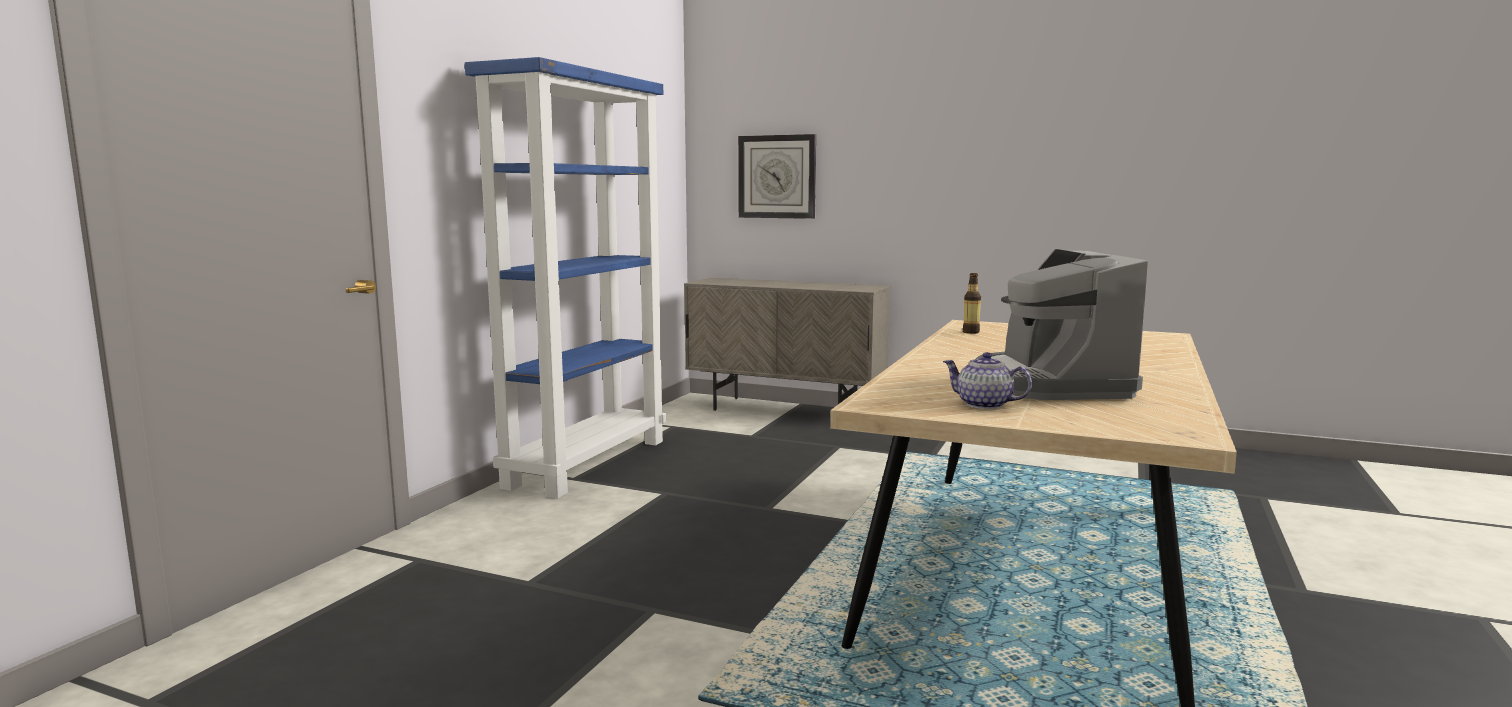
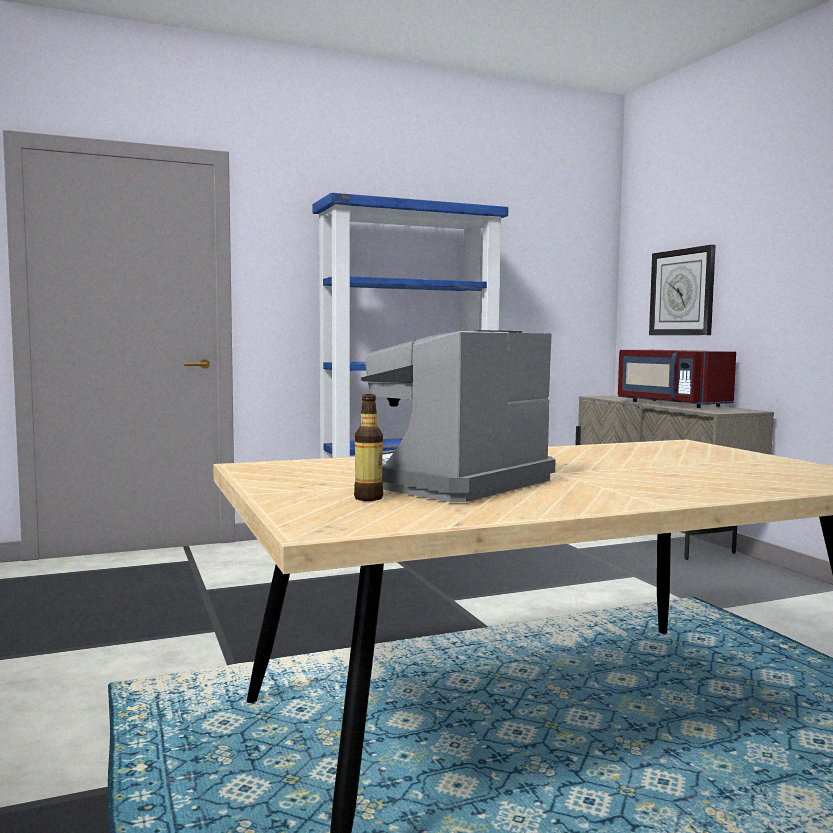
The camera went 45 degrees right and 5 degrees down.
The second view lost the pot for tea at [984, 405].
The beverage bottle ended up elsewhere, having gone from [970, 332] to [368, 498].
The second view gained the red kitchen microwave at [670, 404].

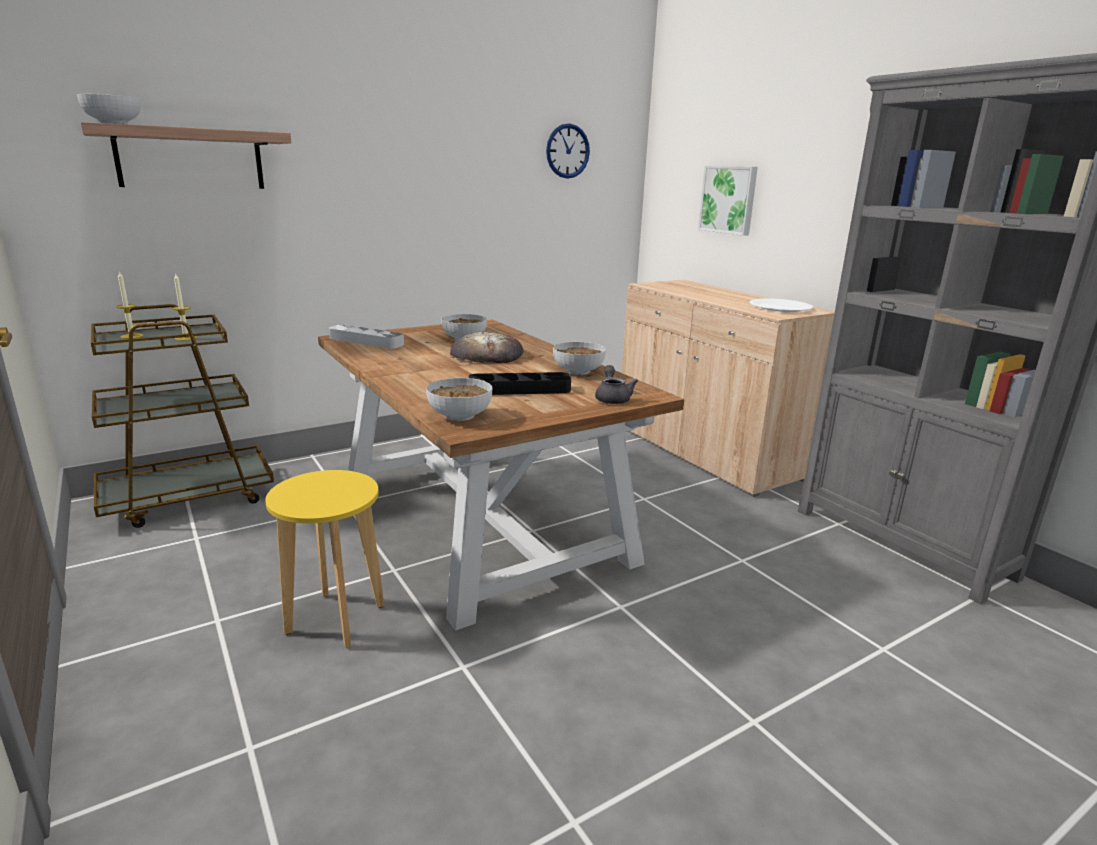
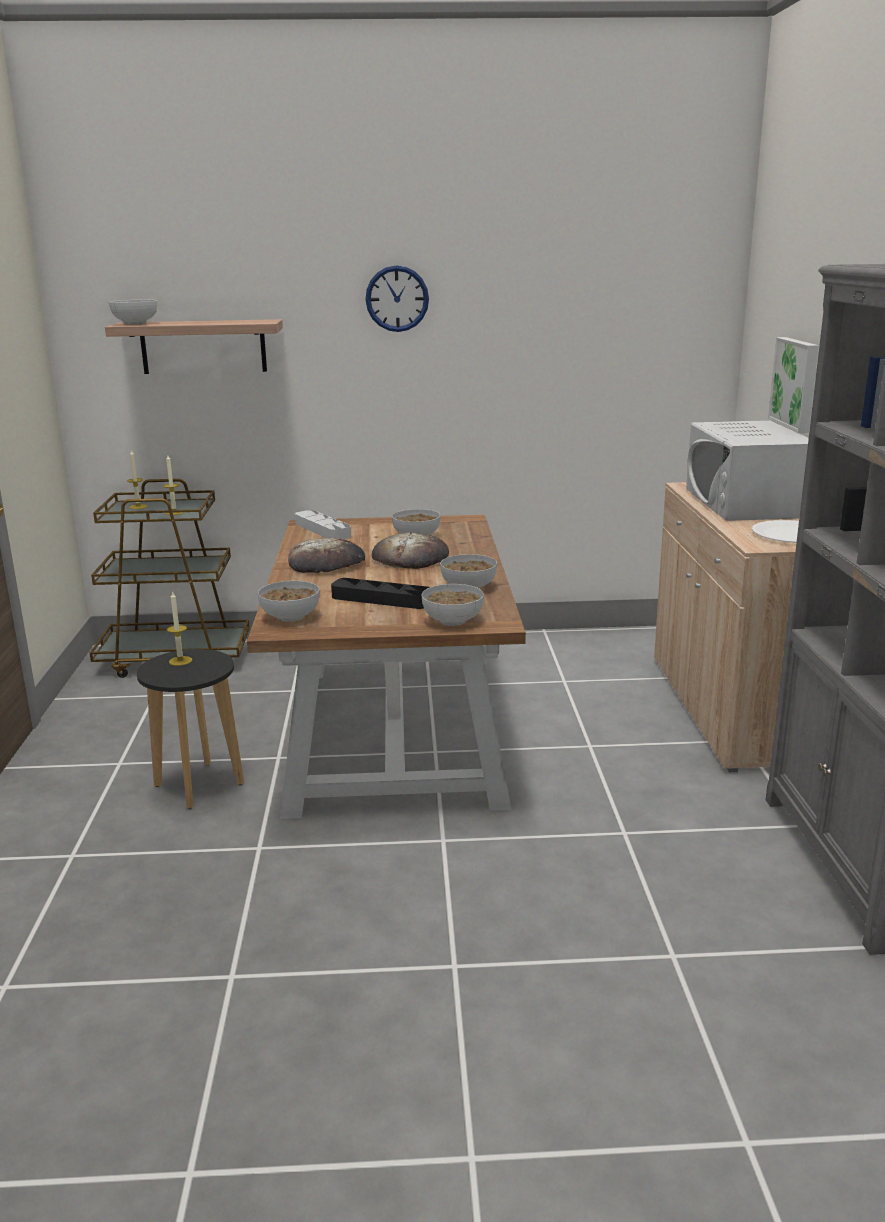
The camera went 30 degrees right and 0 degrees up.
What was the yellow-coloured stool at [335, 619] turned into the blackish stool at [198, 785].
The wall clock ended up elsewhere, having gone from [567, 151] to [397, 299].
Where the gray pot for tea stood at [612, 398], the serving bowl came to stand at [452, 621].
The second view gained the wax candle at [180, 661].
The second view gained the baked bread at [327, 563].
The second view gained the white-coloured kitchen microwave at [745, 503].

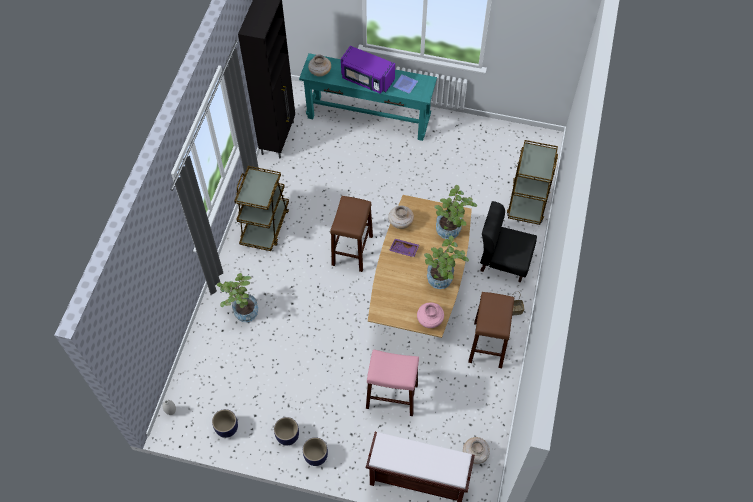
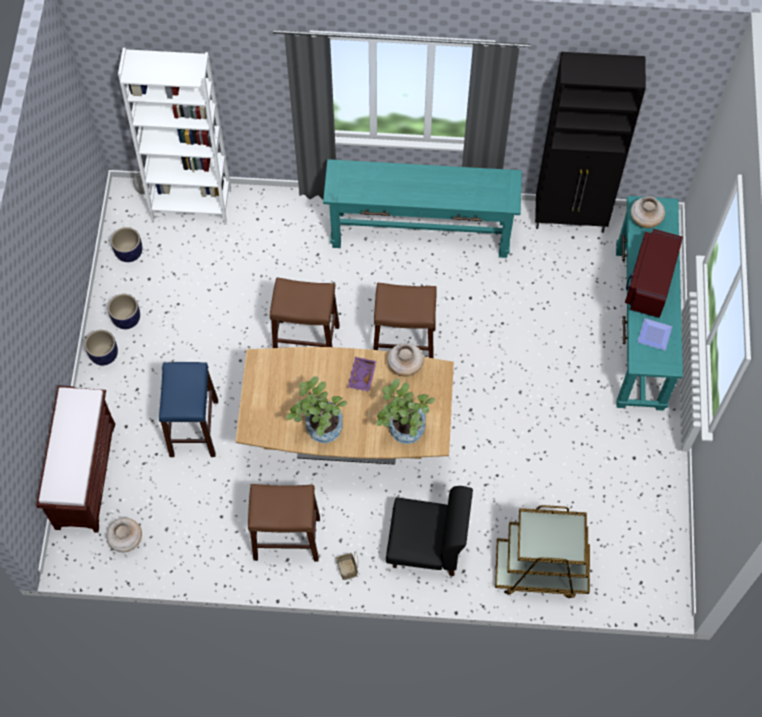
The camera went 80 degrees right and 5 degrees up.
The second view lost the plant in a pot at [242, 311].
Where the brownish wheeled cart stood at [265, 226], the blue-green narrow table came to stand at [420, 233].
What was the purplish kitchen microwave at [367, 79] turned into the red kitchen microwave at [649, 282].
What was the pinkish stool at [391, 396] turned into the blue-coloured stool at [194, 428].
The second view lost the pinkish decorative vase at [429, 320].
The blackish upright chair at [504, 261] ended up facing another way, 90 degrees clockwise from before.
The second view gained the white-coloured shelving unit at [191, 204].
The second view gained the brownish stool at [306, 341].

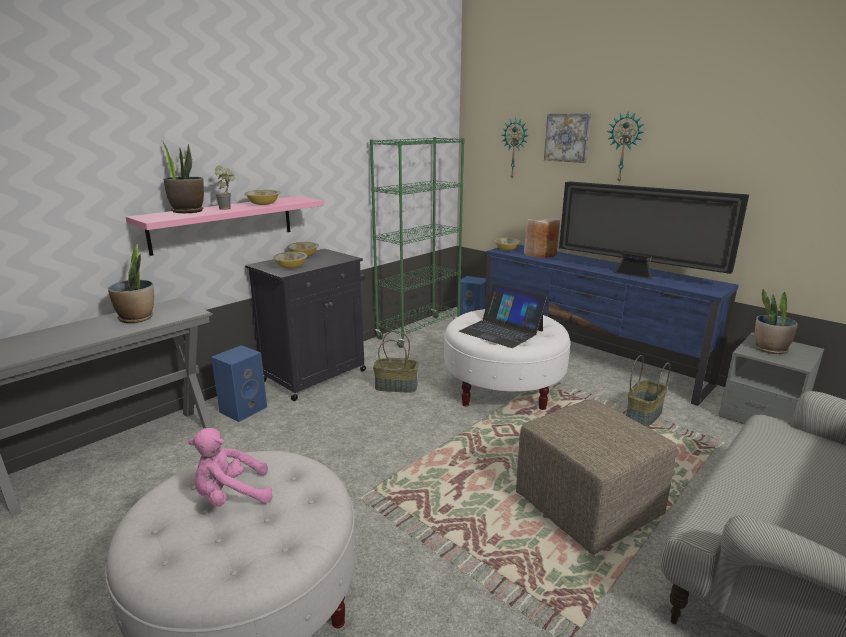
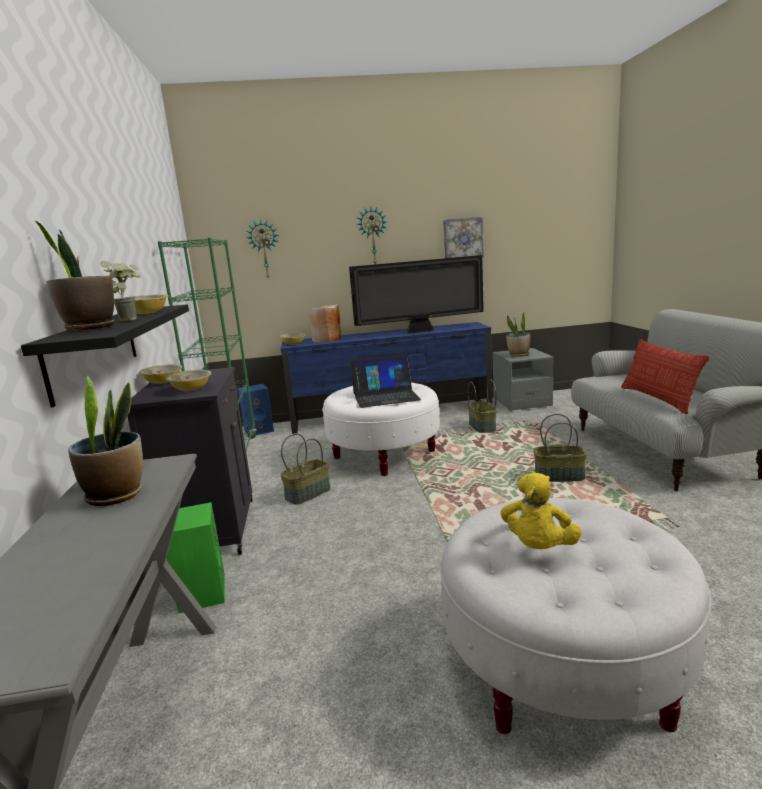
The camera went 50 degrees left and 5 degrees down.
What was the pinkish wall shelf at [223, 224] turned into the blackish wall shelf at [95, 350].
What was the pinkish cuddly toy at [231, 497] turned into the yellow-coloured cuddly toy at [538, 547].
What was the blue-coloured audio speaker at [243, 409] turned into the greenish audio speaker at [201, 592].
Where the sand-coloured pouffe stood at [589, 508], the storage basket came to stand at [559, 476].
The picture ended up elsewhere, having gone from [568, 137] to [462, 239].
The second view gained the cushion at [658, 399].

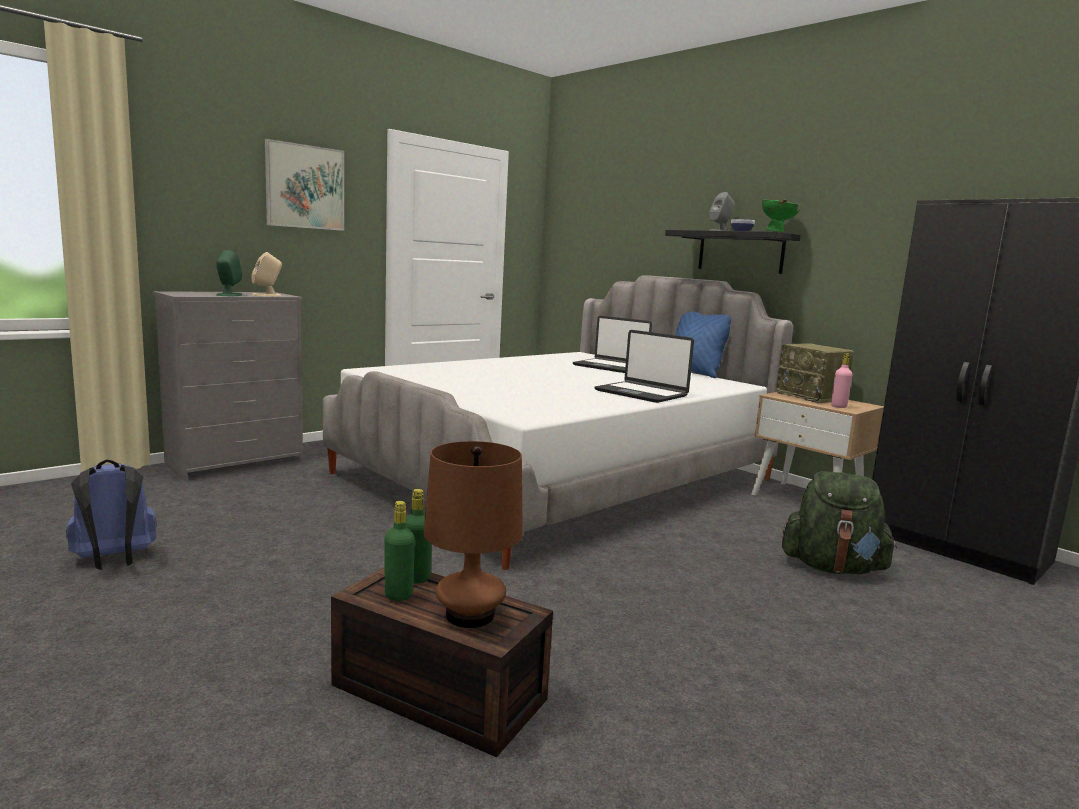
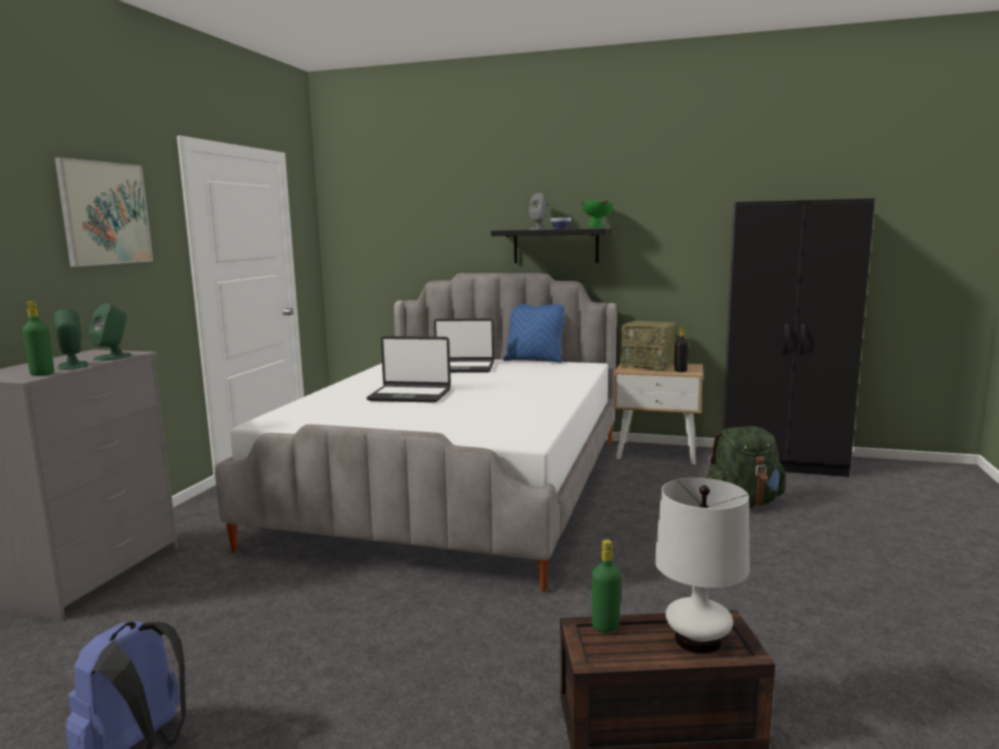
The camera went 30 degrees left and 0 degrees up.
What was the sand-coloured audio speaker at [267, 295] turned into the greenish audio speaker at [113, 357].
The greenish beverage bottle ended up elsewhere, having gone from [398, 595] to [42, 374].
What was the brownish table lamp at [470, 615] turned into the white-coloured table lamp at [698, 640].
The notebook computer ended up elsewhere, having gone from [641, 393] to [410, 395].
What was the pinkish beverage bottle at [838, 406] turned into the blackish beverage bottle at [680, 371].

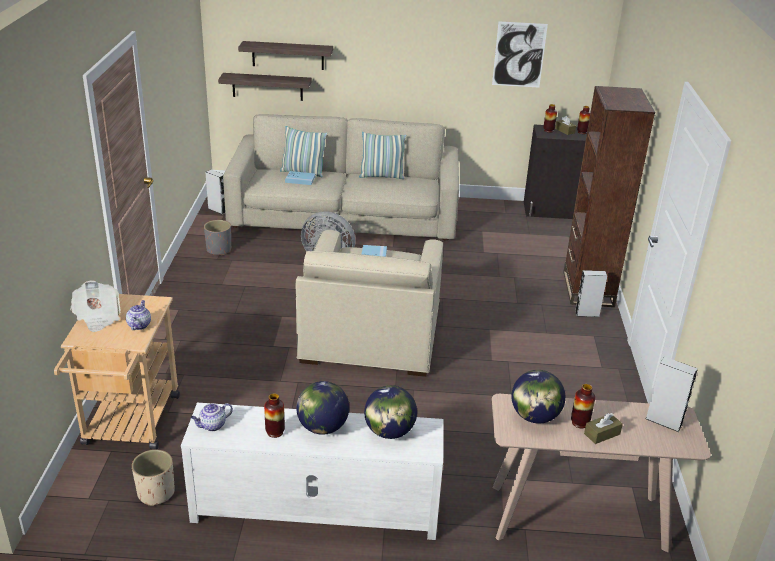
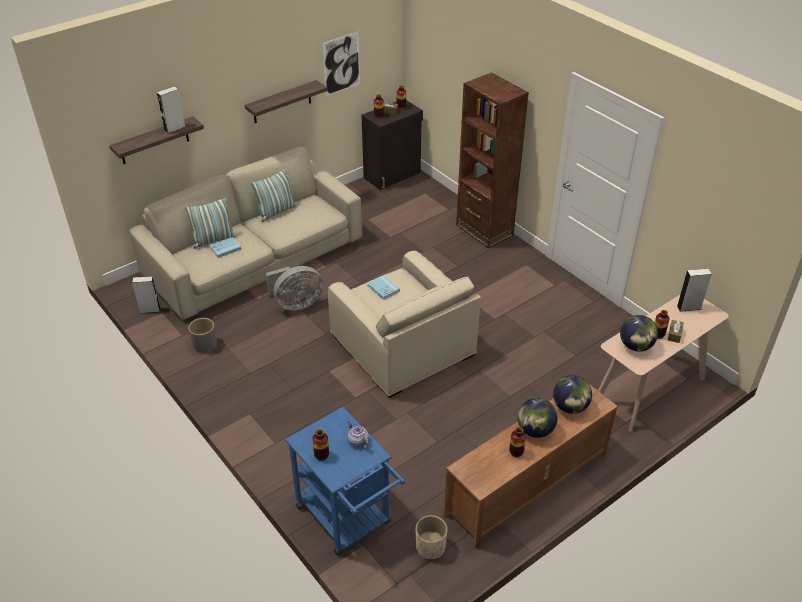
The camera went 40 degrees left and 10 degrees up.
What was the sand-coloured wheeled cart at [129, 426] turned into the blue-coloured wheeled cart at [348, 520].
Where the daily paper stood at [97, 317], the decorative vase came to stand at [321, 455].
What was the white-coloured tv stand at [315, 507] turned into the brownish tv stand at [526, 484].
The second view lost the pot for tea at [212, 426].
The wall shelf ended up elsewhere, having gone from [267, 86] to [282, 102].
The gray audio speaker ended up elsewhere, having gone from [587, 314] to [174, 128].

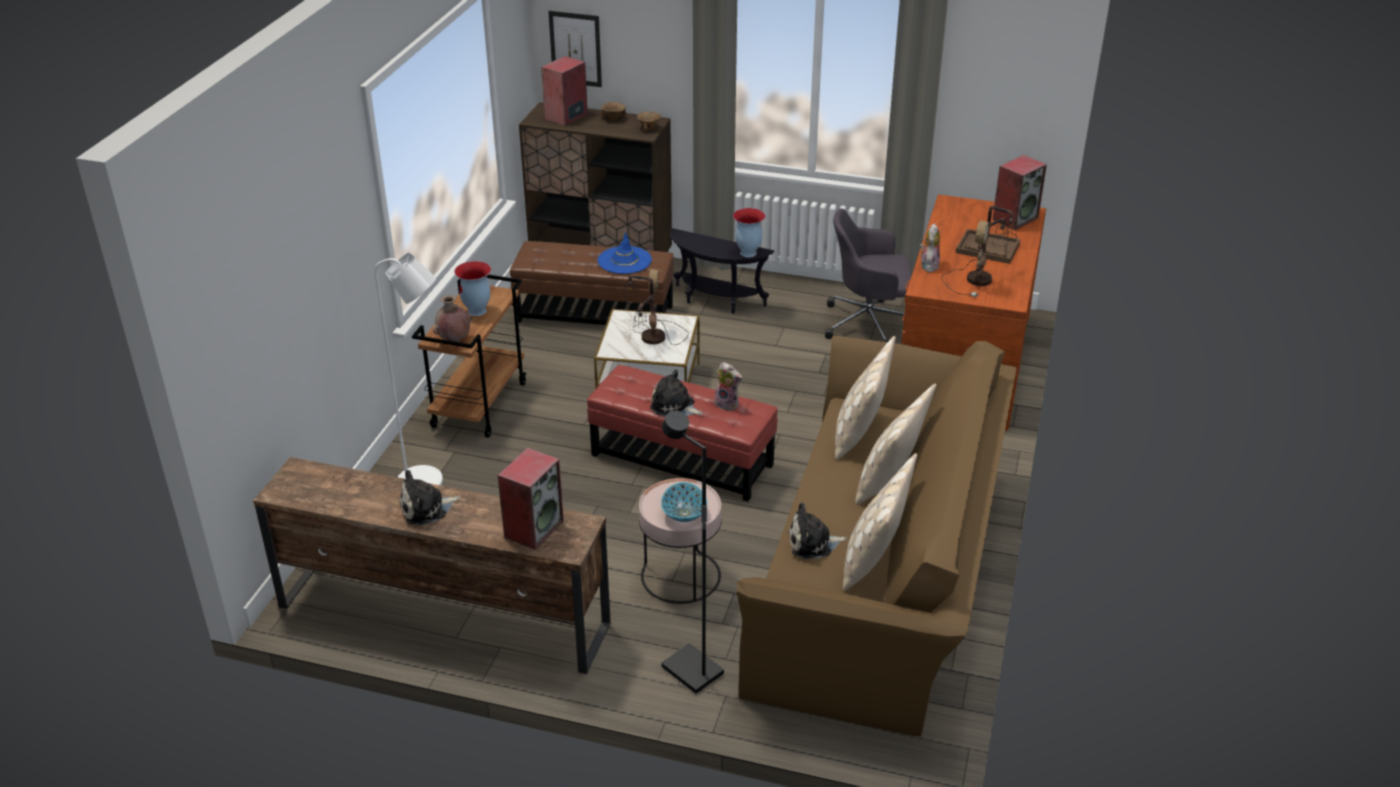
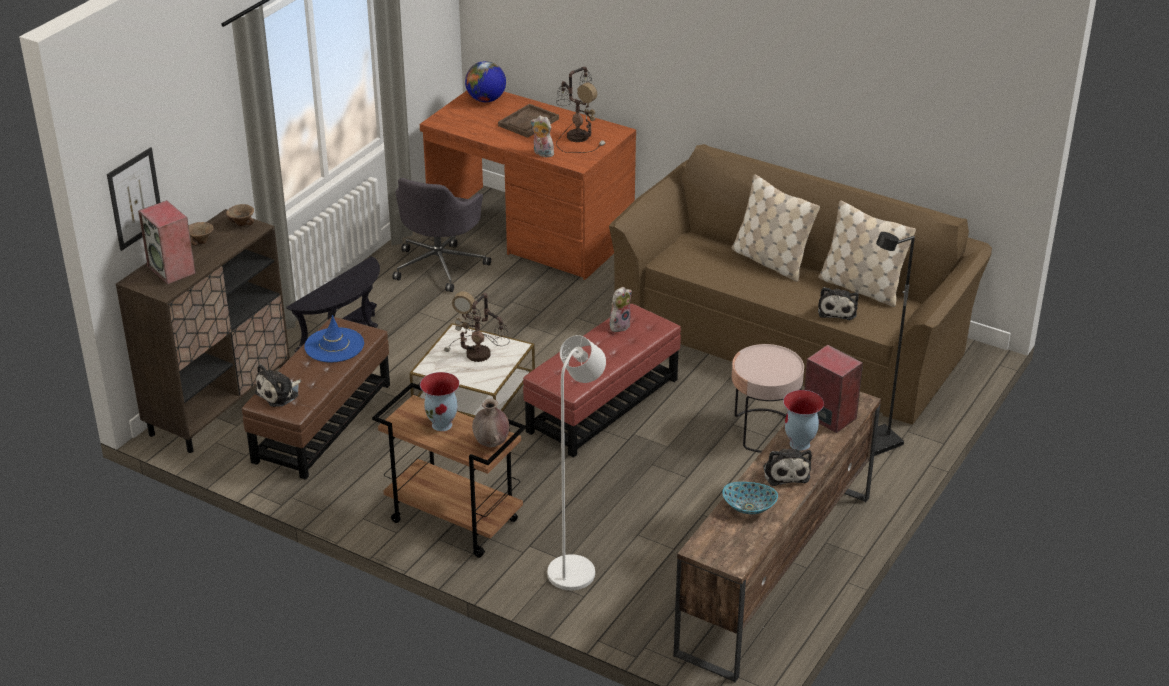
The camera went 75 degrees left and 0 degrees up.
The cuddly toy ended up elsewhere, having gone from [674, 407] to [279, 394].
The serving bowl ended up elsewhere, having gone from [683, 514] to [749, 508].
The decorative vase ended up elsewhere, having gone from [747, 253] to [800, 444].
The second view lost the sand-coloured cushion at [859, 433].
Where the audio speaker stood at [1015, 218], the desk globe came to stand at [486, 100].

